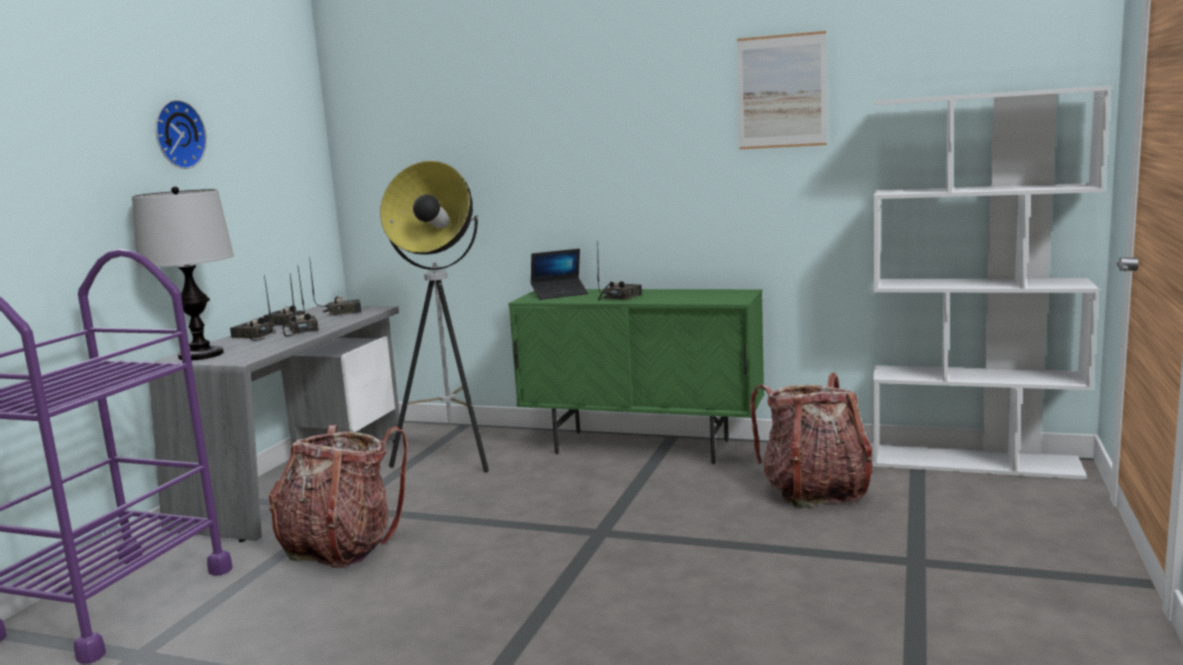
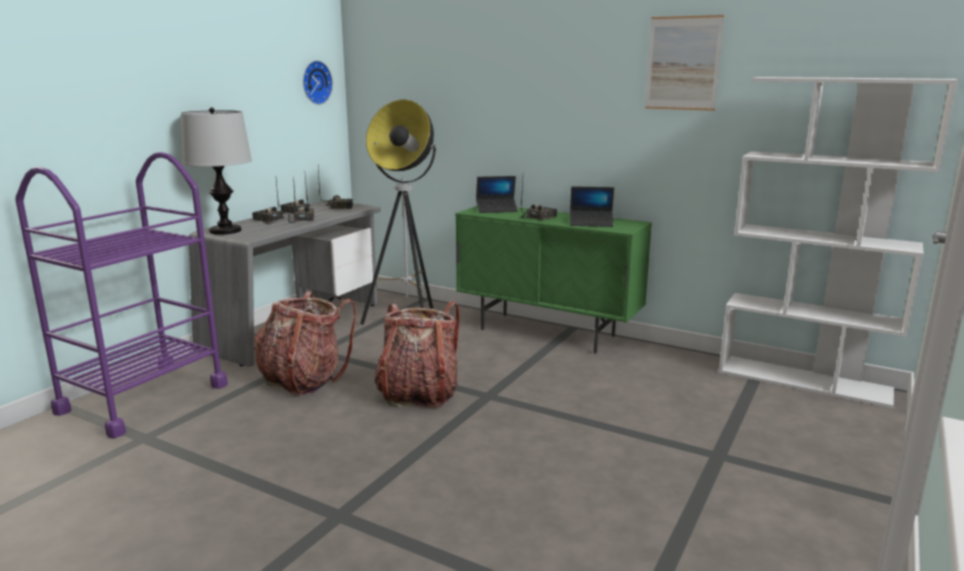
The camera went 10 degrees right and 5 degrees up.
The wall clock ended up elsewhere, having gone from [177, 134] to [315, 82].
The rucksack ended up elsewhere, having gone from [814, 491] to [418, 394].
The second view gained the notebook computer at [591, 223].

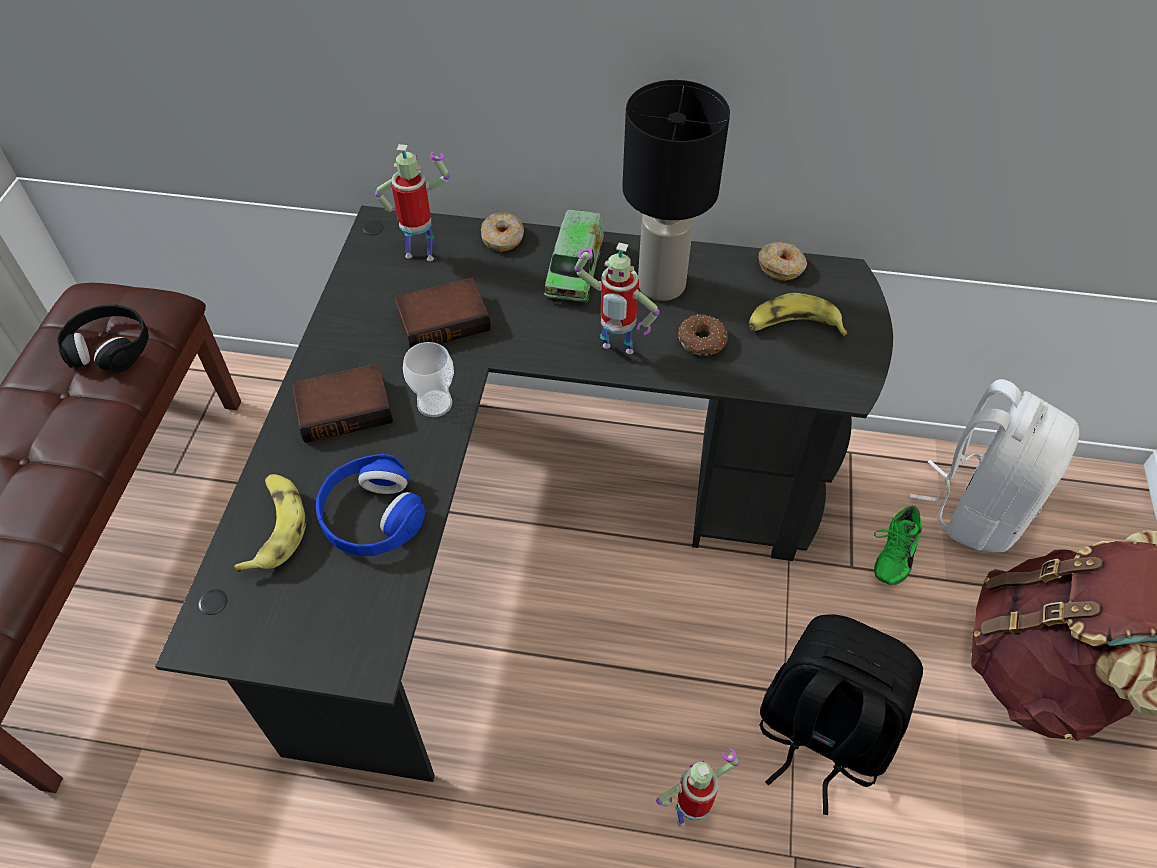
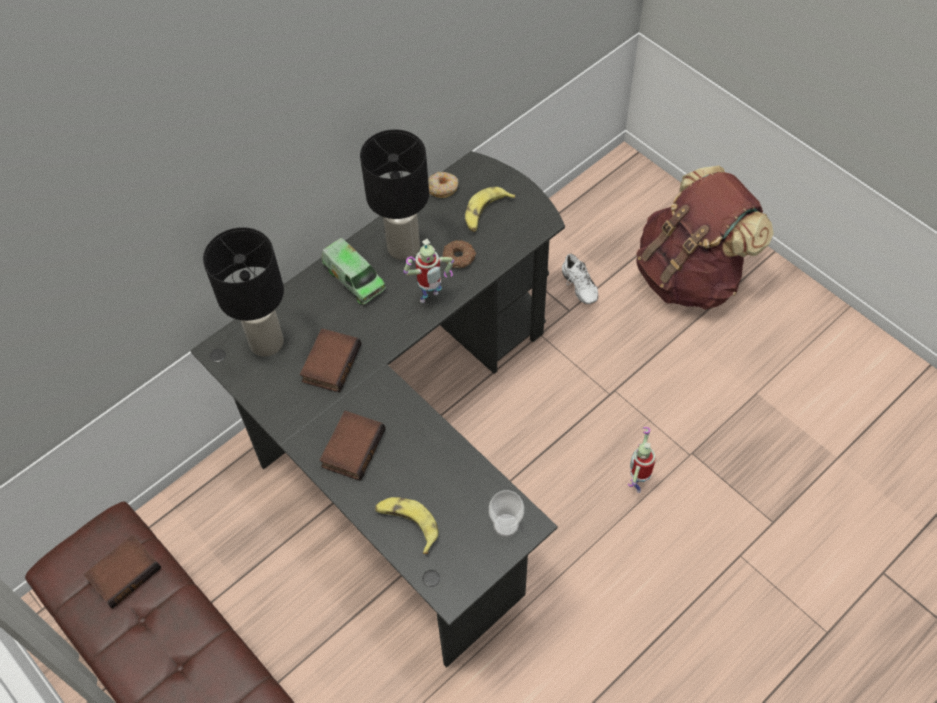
The camera went 50 degrees left and 5 degrees up.
Where the blackish headphones stood at [109, 347], the volume came to stand at [124, 572].
The second view lost the blue-coloured headphones at [371, 516].
Where the robot figure stood at [421, 254], the blackish table lamp came to stand at [266, 343].
The small cup ended up elsewhere, having gone from [434, 403] to [506, 525].
The second view lost the ring doughnut at [503, 238].
The second view lost the blackish rucksack at [820, 736].
What was the greenish item of footwear at [891, 554] turned into the white-coloured item of footwear at [577, 287].
The second view lost the white-coloured rucksack at [977, 508].

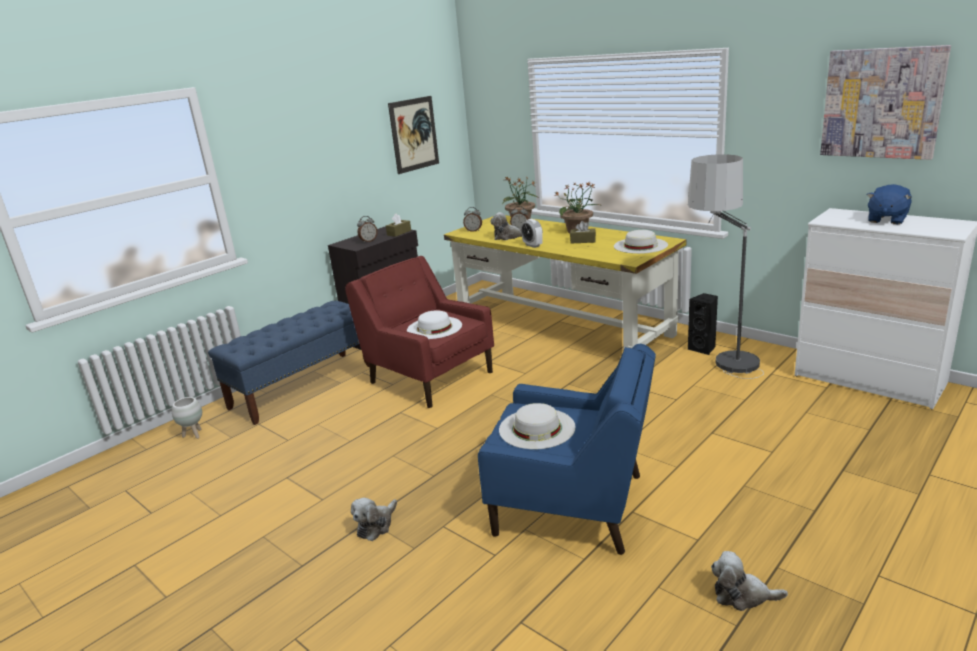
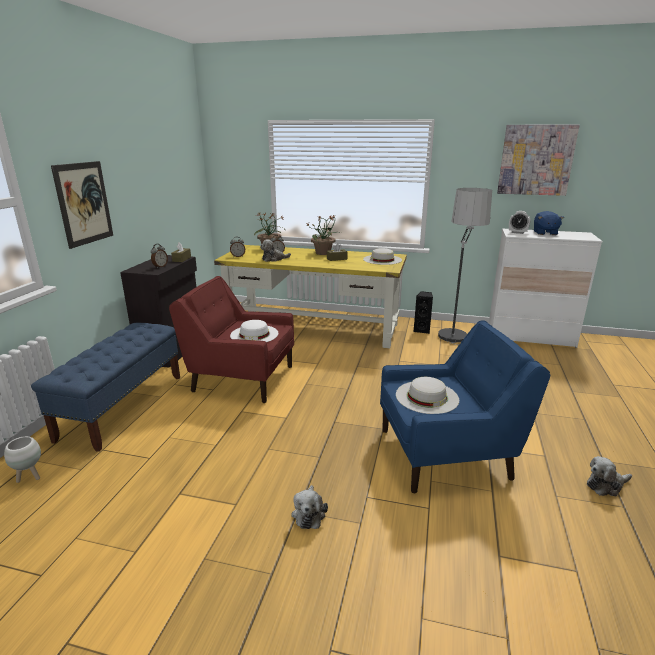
The camera went 30 degrees left and 0 degrees up.
The picture ended up elsewhere, having gone from [414, 134] to [84, 203].
The bedside clock ended up elsewhere, having gone from [532, 245] to [517, 232].

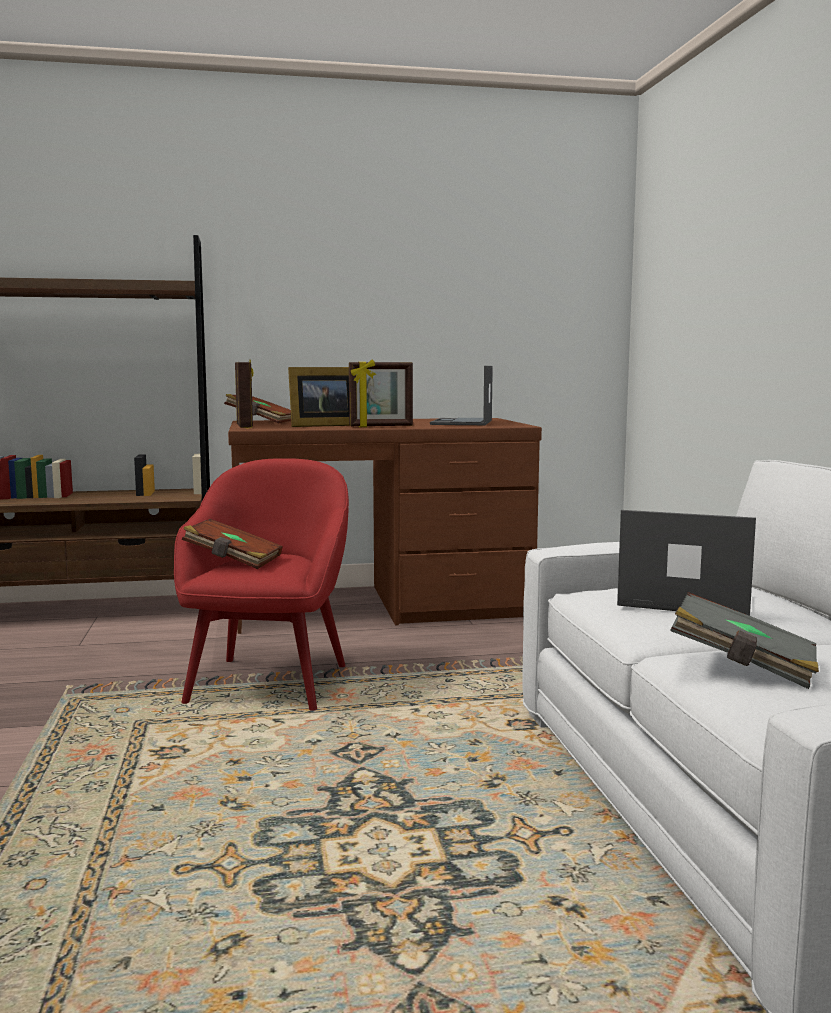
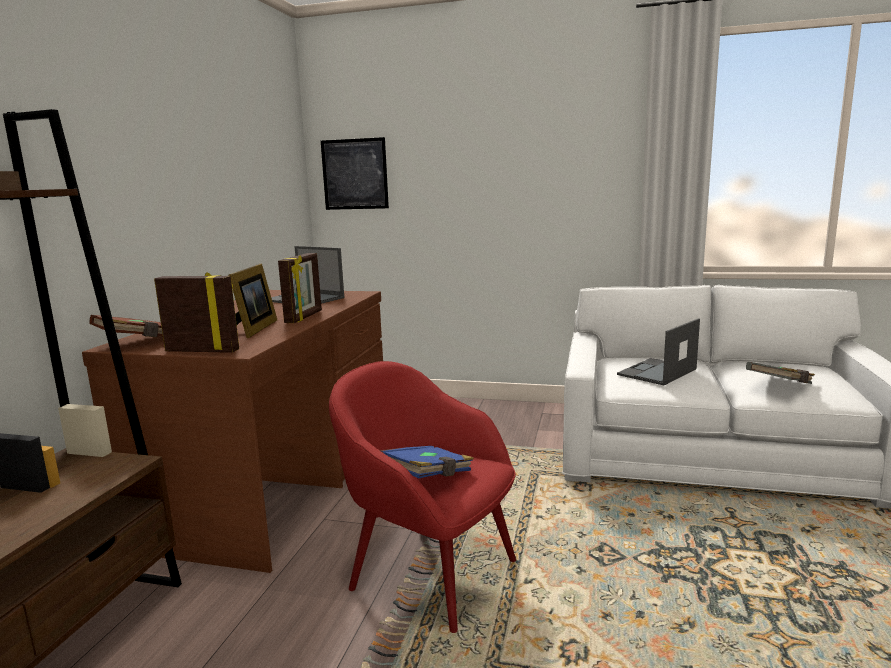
The camera went 65 degrees left and 5 degrees up.
What was the brownish volume at [233, 561] turned into the blue-coloured volume at [428, 478].
The second view gained the picture at [355, 174].

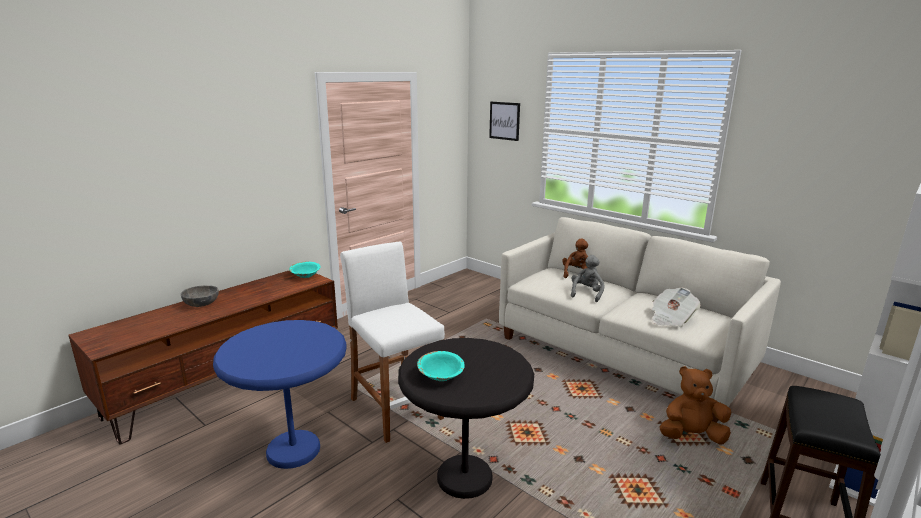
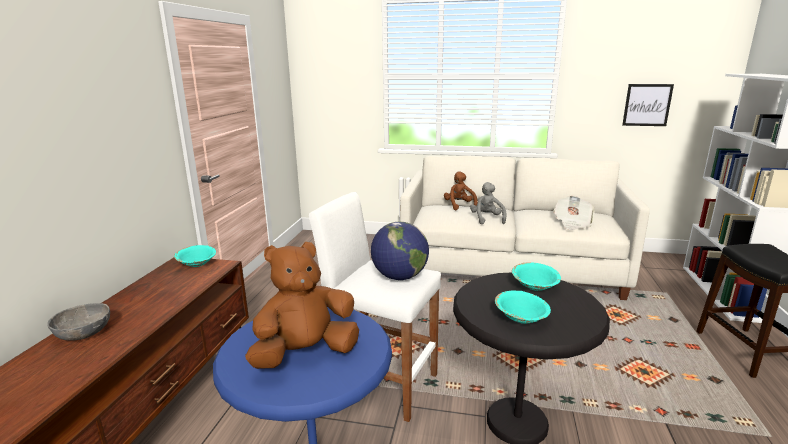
The camera went 30 degrees left and 0 degrees up.
The picture ended up elsewhere, having gone from [504, 121] to [647, 105].
The brownish cuddly toy ended up elsewhere, having gone from [691, 436] to [306, 353].
The second view gained the desk globe at [399, 277].
The second view gained the blue-green serving bowl at [534, 286].

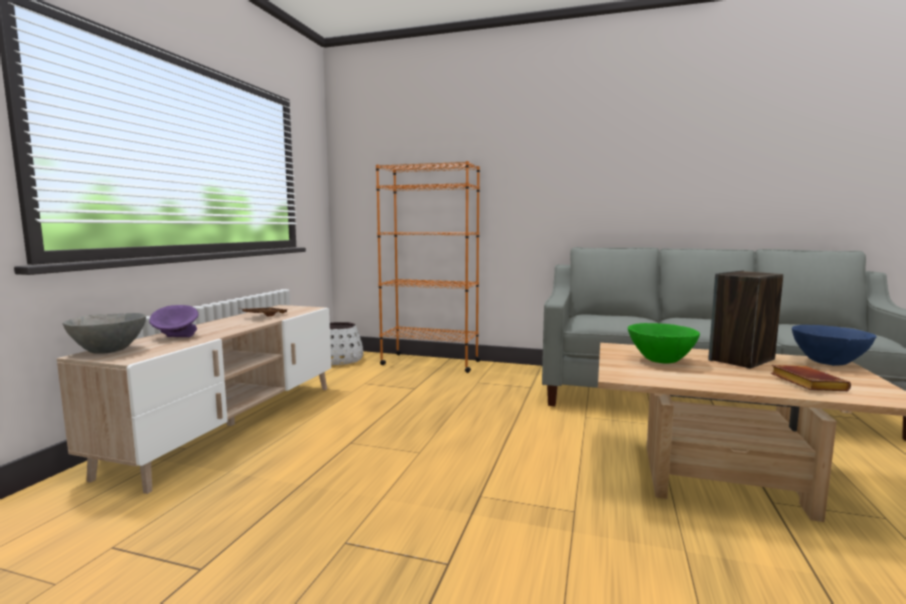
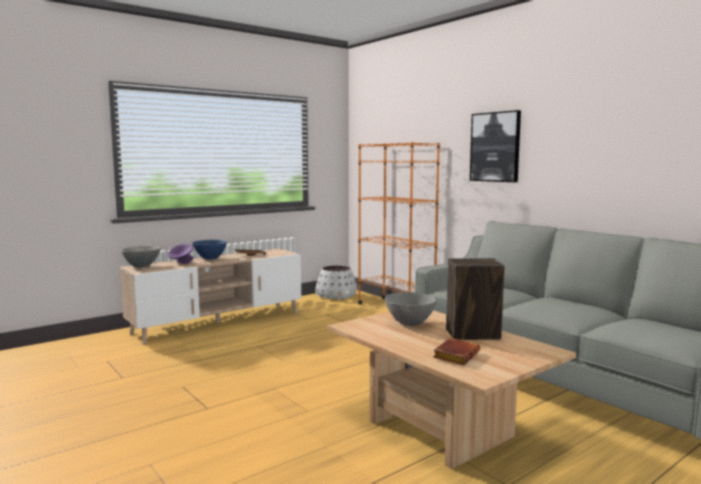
The camera went 35 degrees right and 0 degrees up.
What was the greenish serving bowl at [660, 361] turned into the gray serving bowl at [409, 323].
The blue-coloured serving bowl ended up elsewhere, having gone from [828, 363] to [210, 258].
The second view gained the picture at [495, 147].

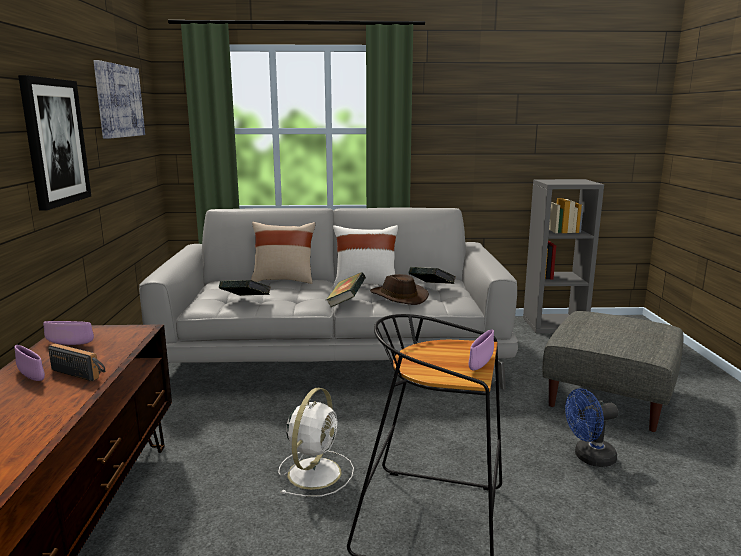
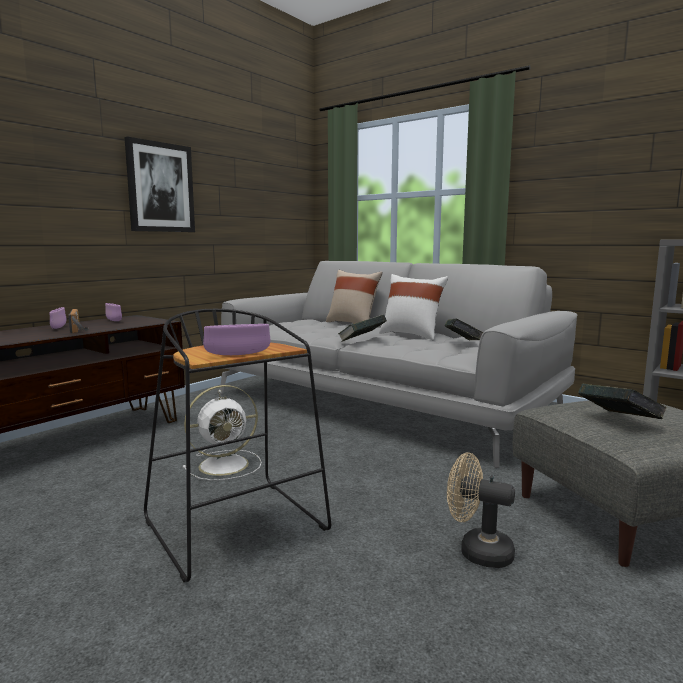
The camera went 40 degrees right and 5 degrees down.
The second view lost the picture at [119, 101].
The volume ended up elsewhere, having gone from [245, 301] to [618, 421].
The second view lost the brownish wearable hat at [398, 297].
What was the blue-coloured electric fan at [589, 458] turned into the sand-coloured electric fan at [477, 551].

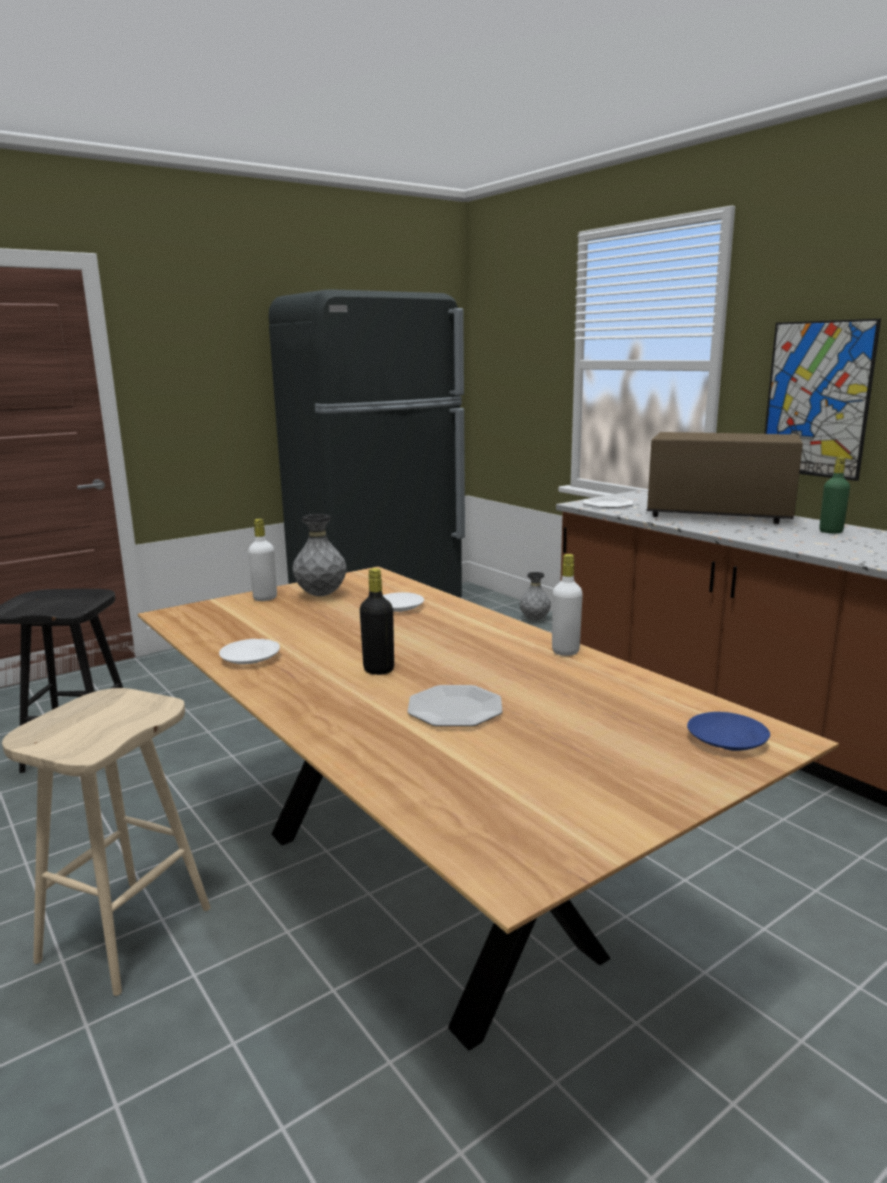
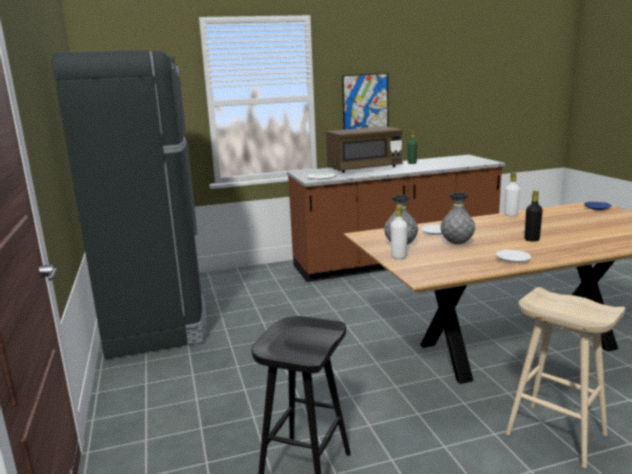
The camera went 70 degrees left and 0 degrees up.
The second view lost the plate at [455, 709].
The gray decorative vase ended up elsewhere, having gone from [534, 619] to [457, 243].
The brownish kitchen microwave at [718, 514] ended up facing another way, 150 degrees counterclockwise from before.

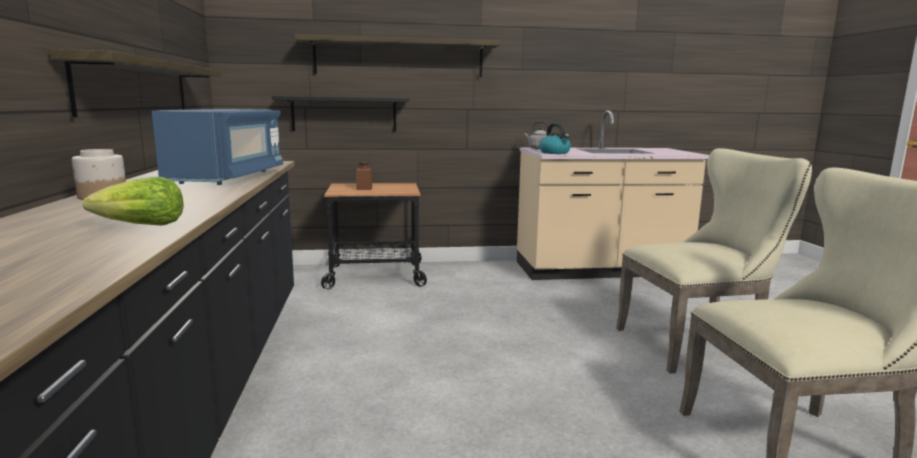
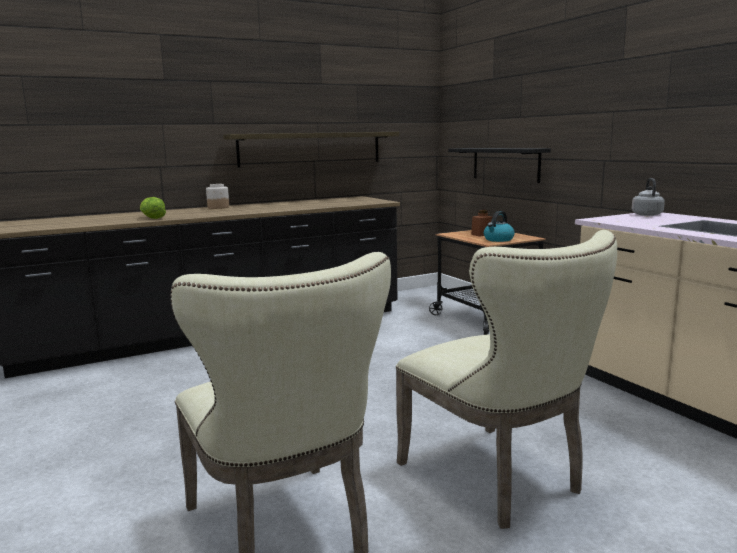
The camera went 70 degrees right and 0 degrees up.
The second view lost the blue-coloured kitchen microwave at [228, 177].
The second view lost the wall shelf at [399, 58].
The kettle ended up elsewhere, having gone from [555, 153] to [498, 239].

